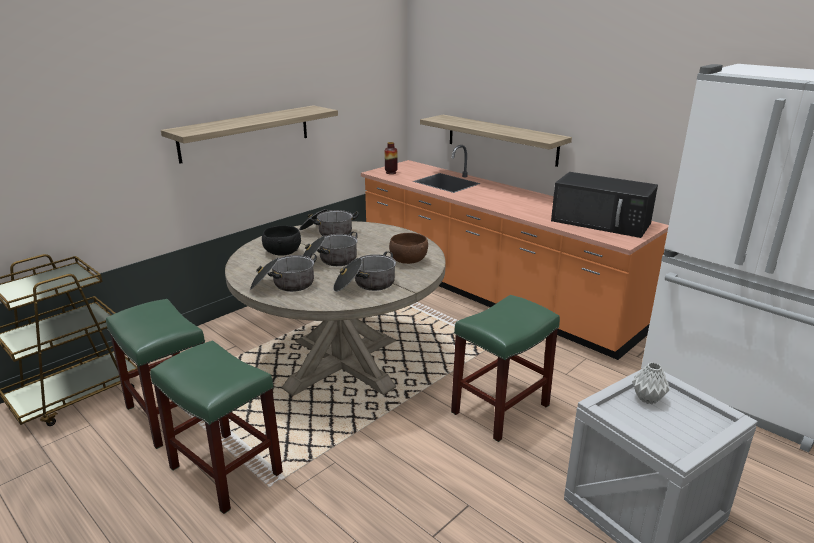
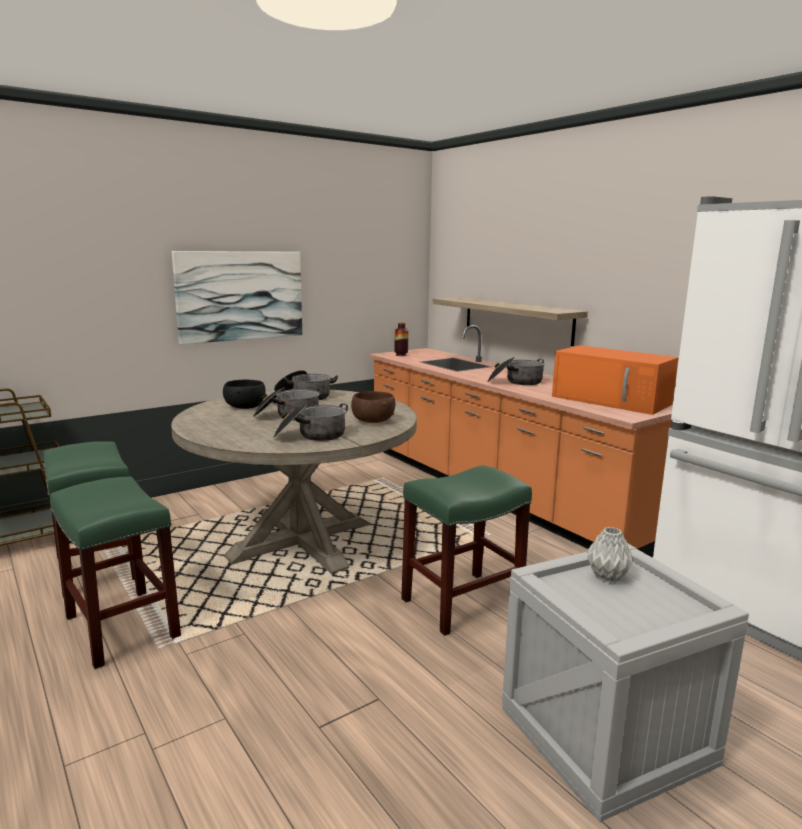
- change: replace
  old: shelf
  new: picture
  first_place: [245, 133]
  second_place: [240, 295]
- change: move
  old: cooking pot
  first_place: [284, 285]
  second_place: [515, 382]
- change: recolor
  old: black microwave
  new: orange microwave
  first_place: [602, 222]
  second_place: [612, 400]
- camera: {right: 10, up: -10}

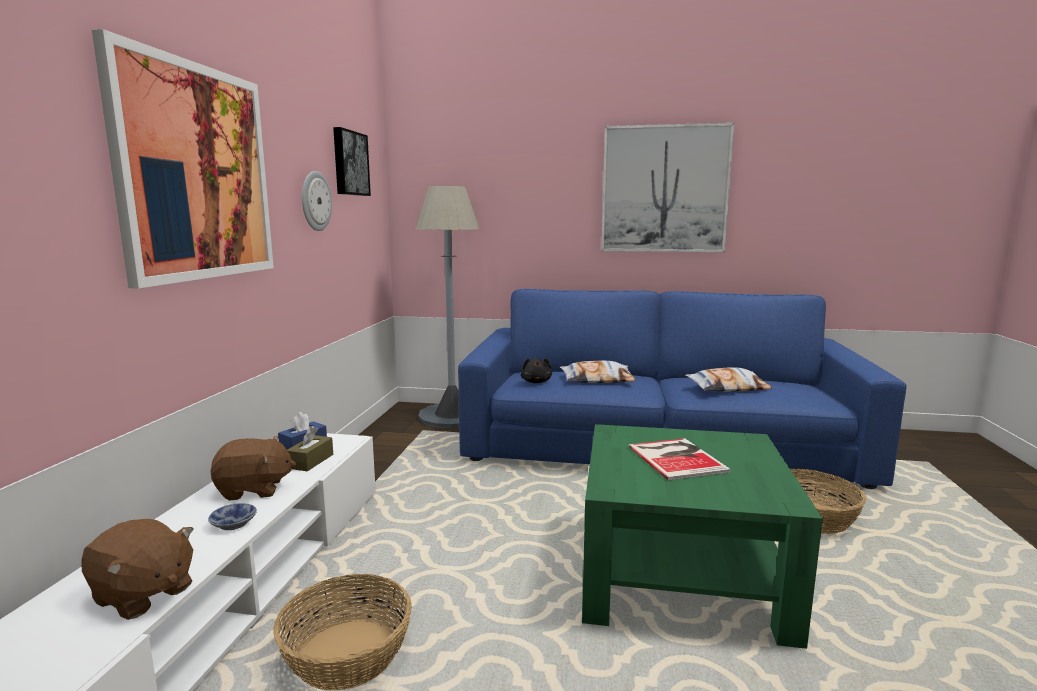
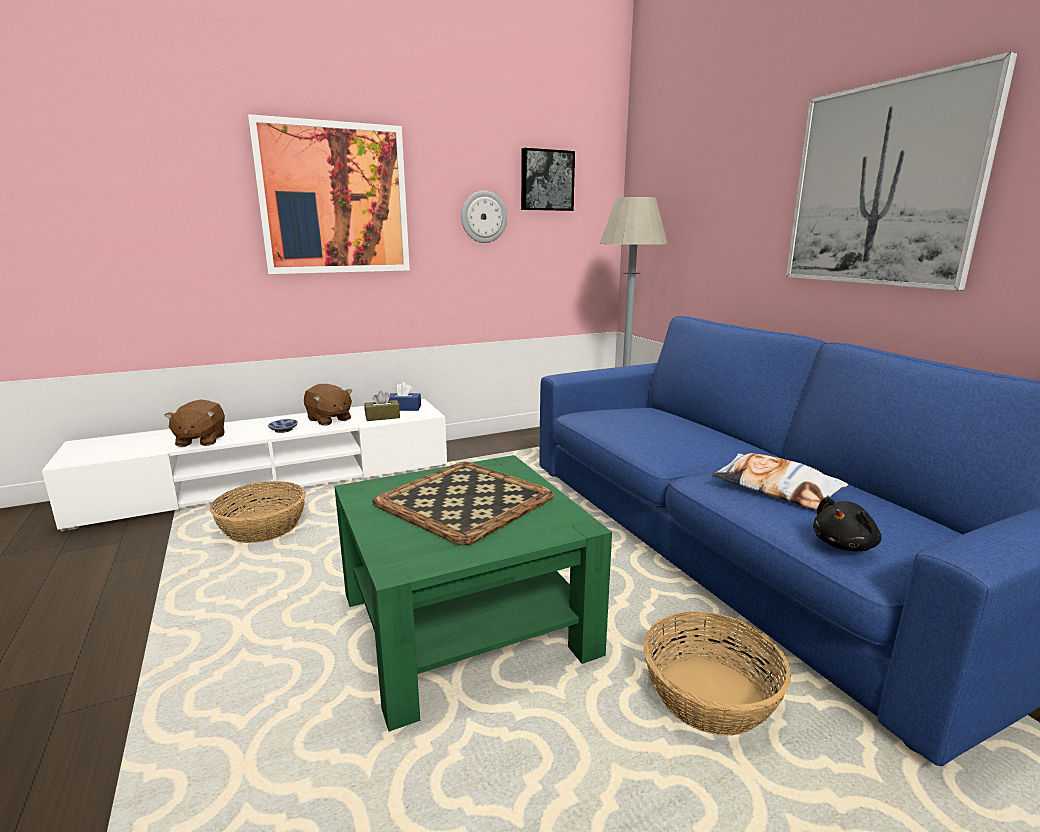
- change: replace
  old: book
  new: tray
  first_place: [677, 458]
  second_place: [466, 500]
- change: move
  old: black plush toy
  first_place: [536, 382]
  second_place: [844, 545]
- change: delete
  old: pillow
  first_place: [597, 379]
- camera: {right: 55, up: 5}

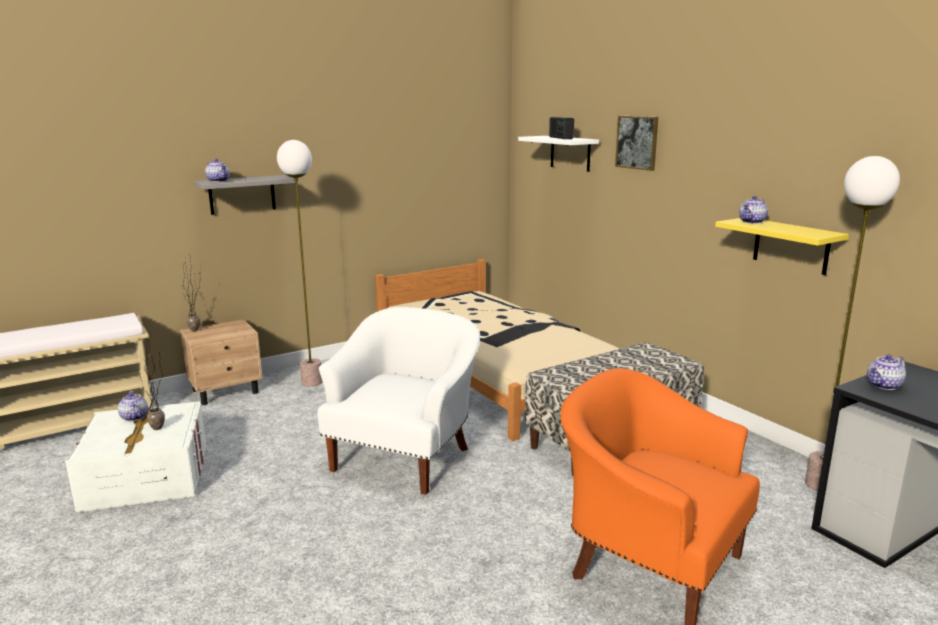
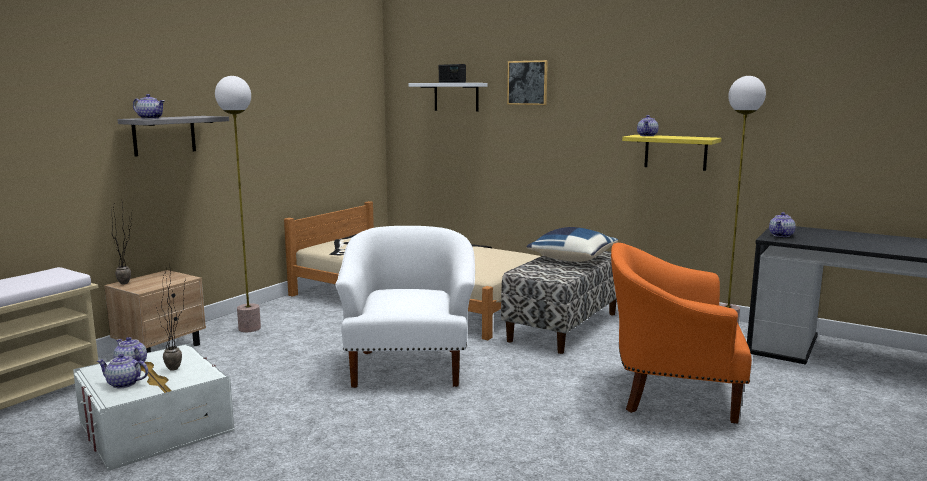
- change: insert
  new: teapot
  second_place: [123, 384]
- change: insert
  new: blue pillow
  second_place: [571, 259]
- camera: {right: -25, up: -5}

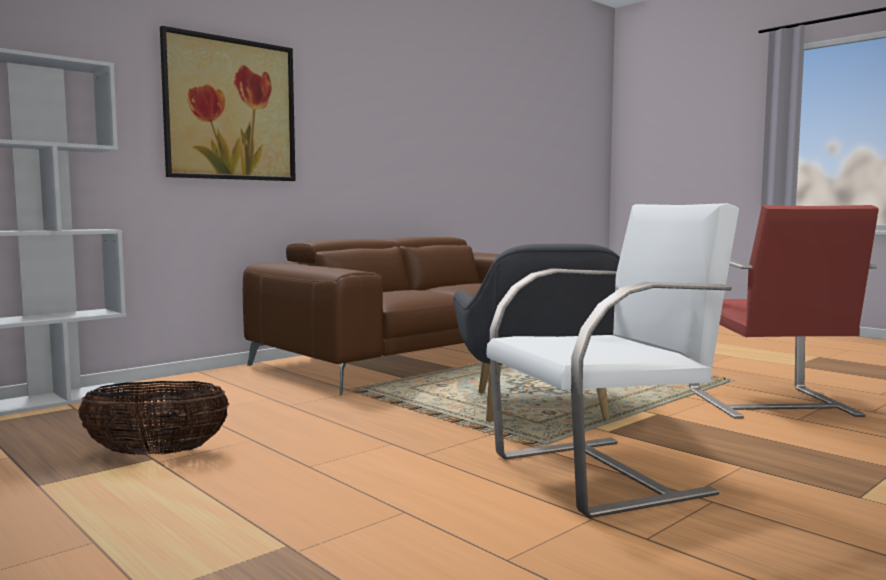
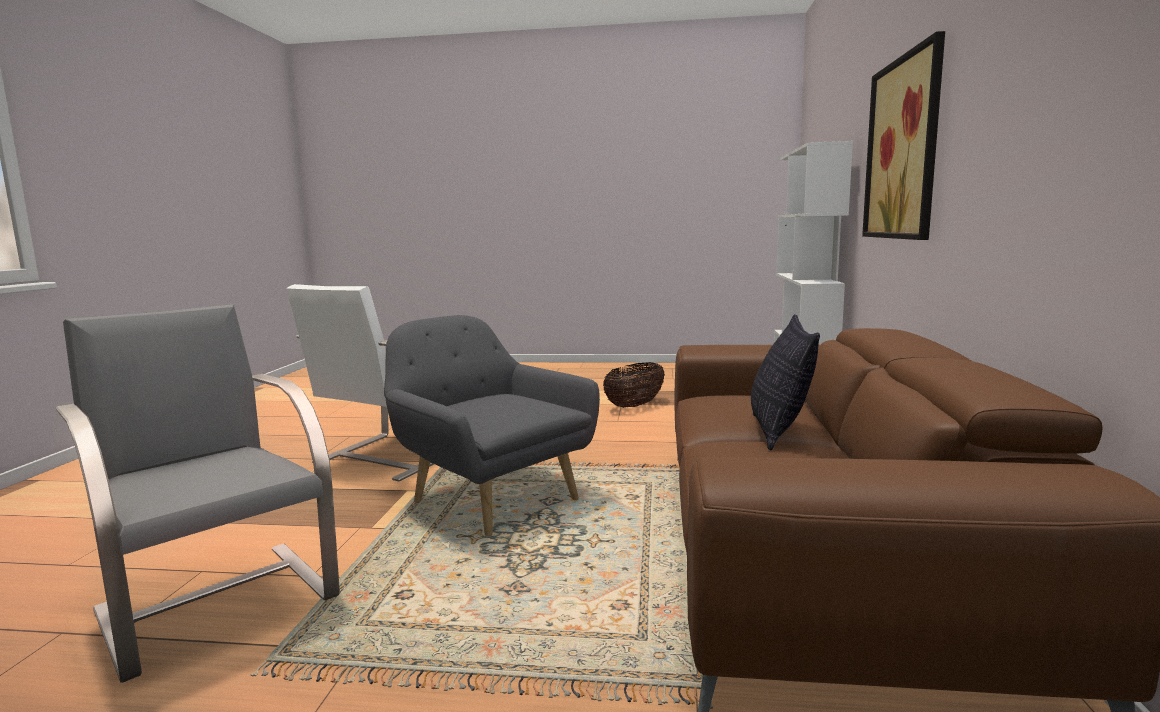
- change: recolor
  old: red armchair
  new: grey armchair
  first_place: [772, 403]
  second_place: [217, 602]
- change: insert
  new: pillow
  second_place: [779, 432]
- camera: {right: 140, up: 5}

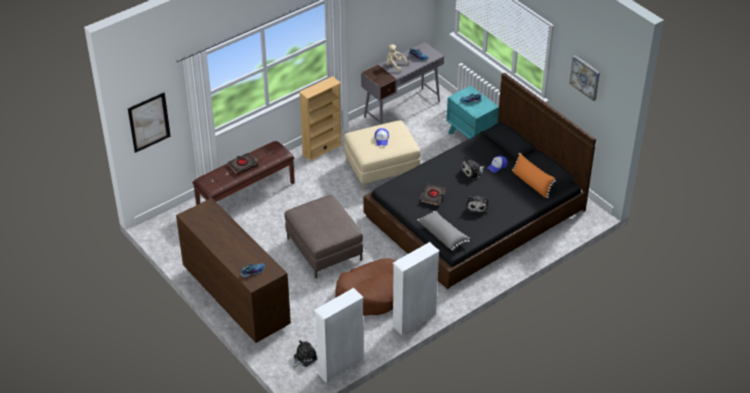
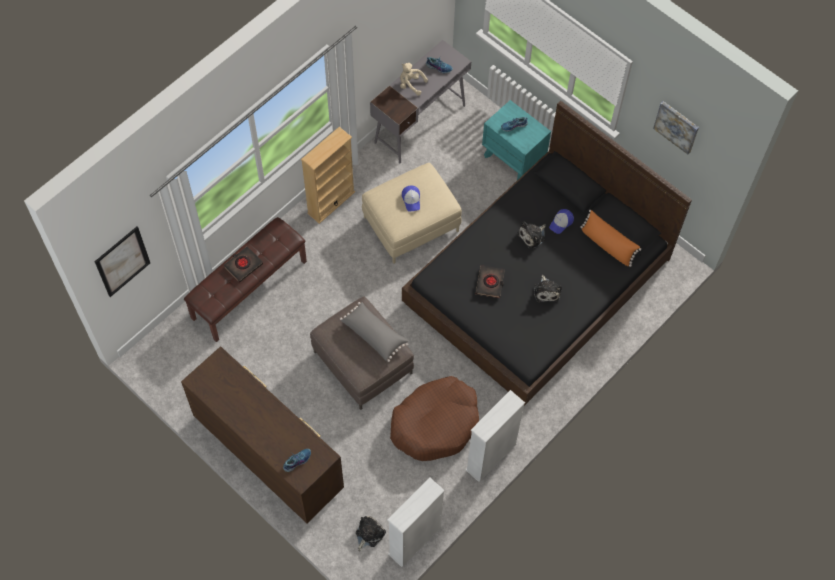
- change: move
  old: grey pillow
  first_place: [443, 234]
  second_place: [374, 334]
- camera: {right: -10, up: 20}

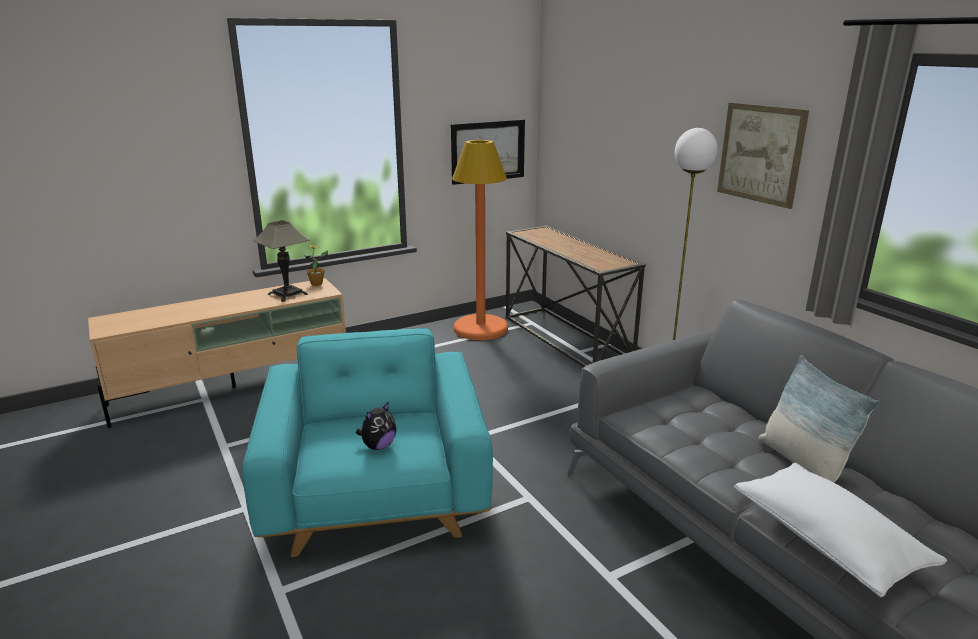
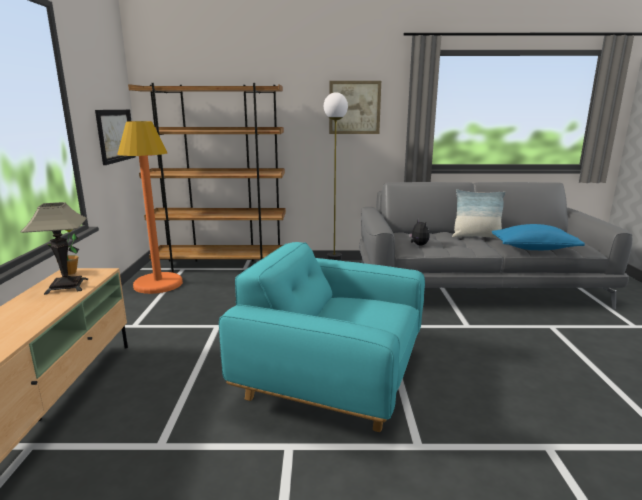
- change: replace
  old: console table
  new: brown bookcase
  first_place: [567, 337]
  second_place: [221, 266]
- change: move
  old: plush toy
  first_place: [378, 446]
  second_place: [418, 245]
- change: recolor
  old: white pillow
  new: blue pillow
  first_place: [827, 542]
  second_place: [534, 248]
- camera: {right: -60, up: -5}

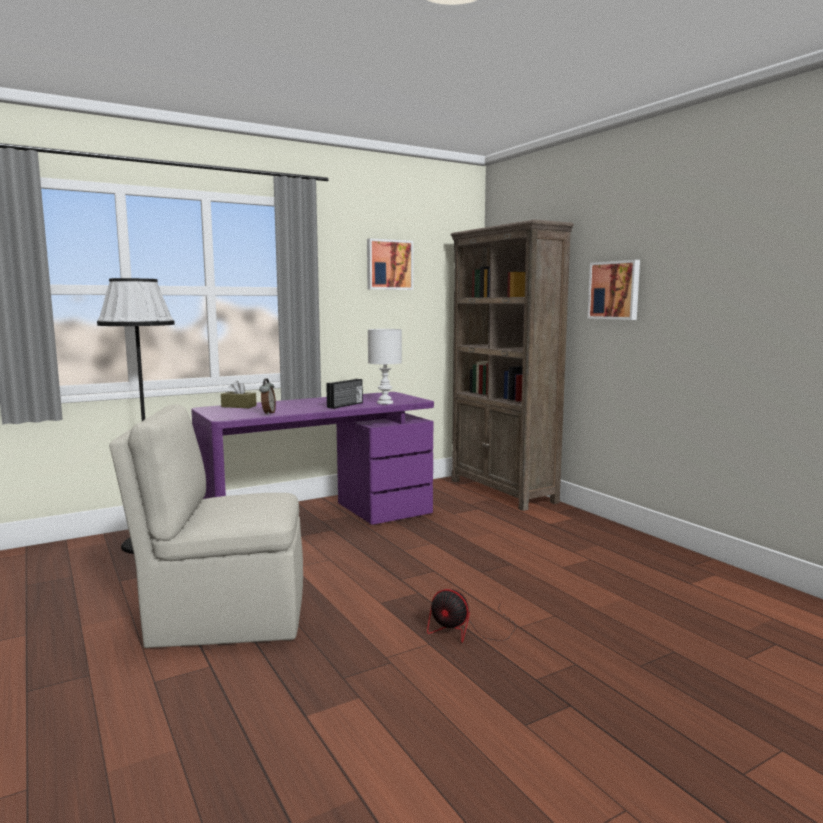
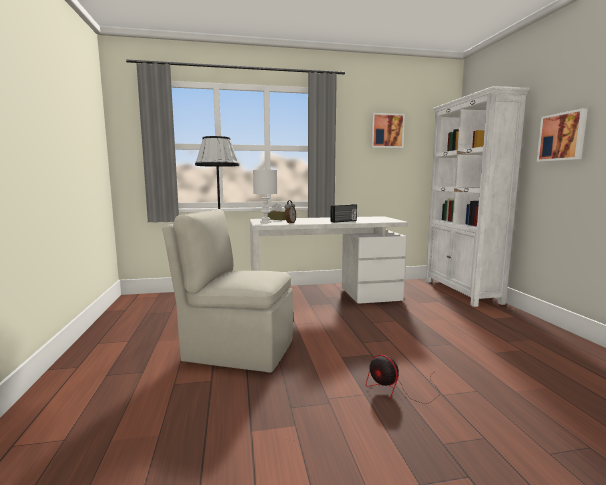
- change: recolor
  old: purple desk
  new: white desk
  first_place: [319, 521]
  second_place: [325, 297]
- change: move
  old: white table lamp
  first_place: [385, 403]
  second_place: [266, 222]
- change: recolor
  old: brown bookcase
  new: white bookcase
  first_place: [502, 491]
  second_place: [461, 292]
- camera: {right: 20, up: 0}

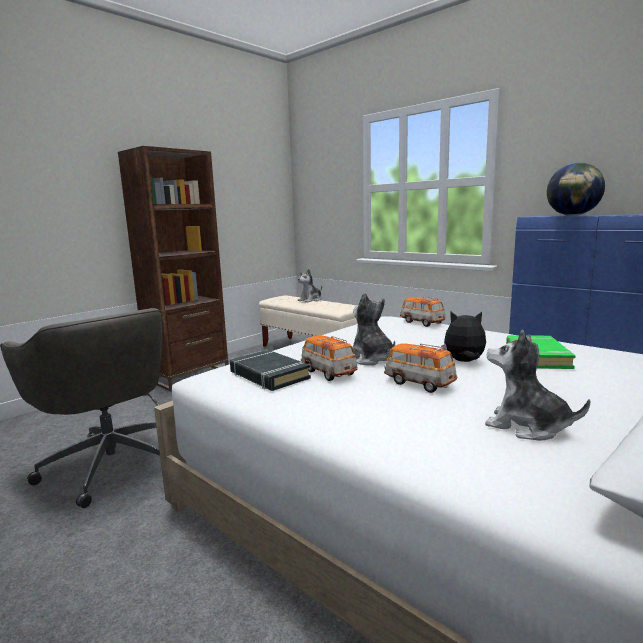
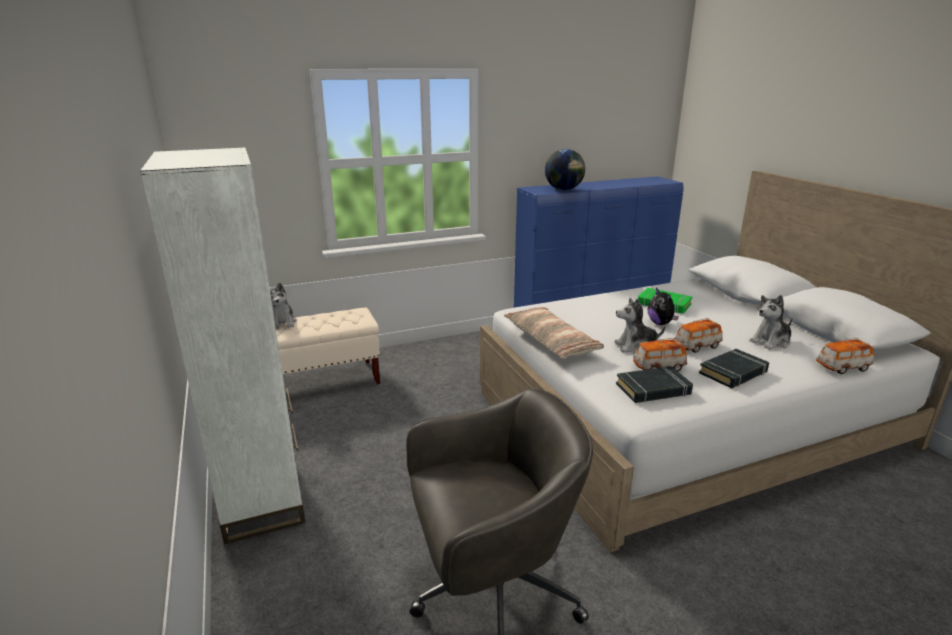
- change: recolor
  old: brown bookcase
  new: white bookcase
  first_place: [188, 376]
  second_place: [262, 498]
- change: insert
  new: pillow
  second_place: [551, 342]
- change: rotate
  old: plush toy
  first_place: [464, 362]
  second_place: [660, 323]
  degrees: -60
- change: insert
  new: black book
  second_place: [733, 373]
- change: move
  old: toy car
  first_place: [422, 322]
  second_place: [842, 368]
- camera: {right: -65, up: 10}

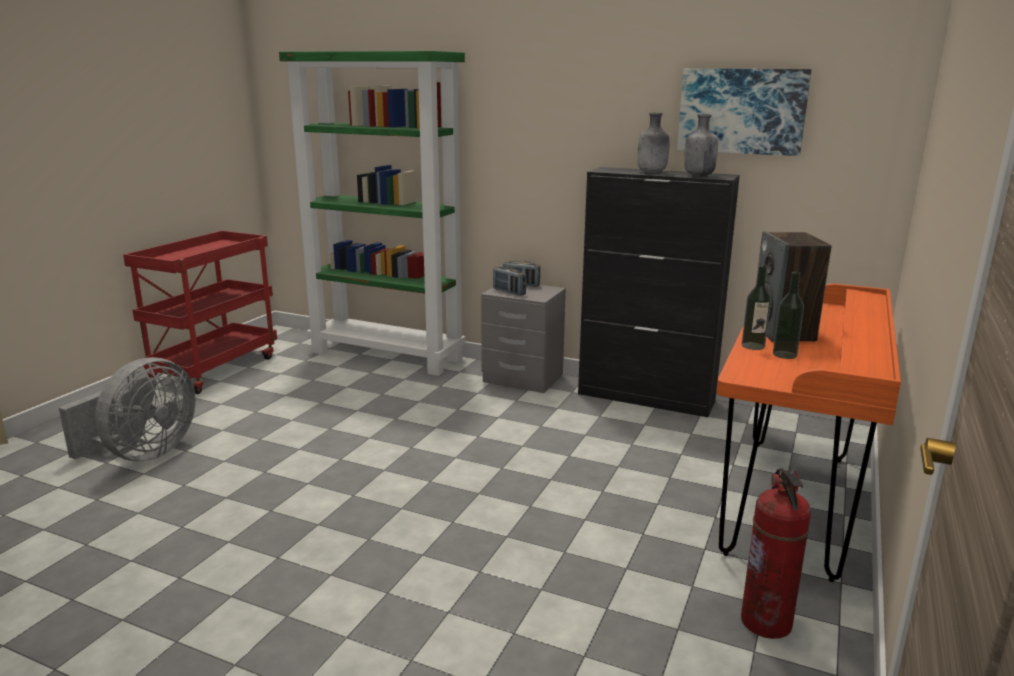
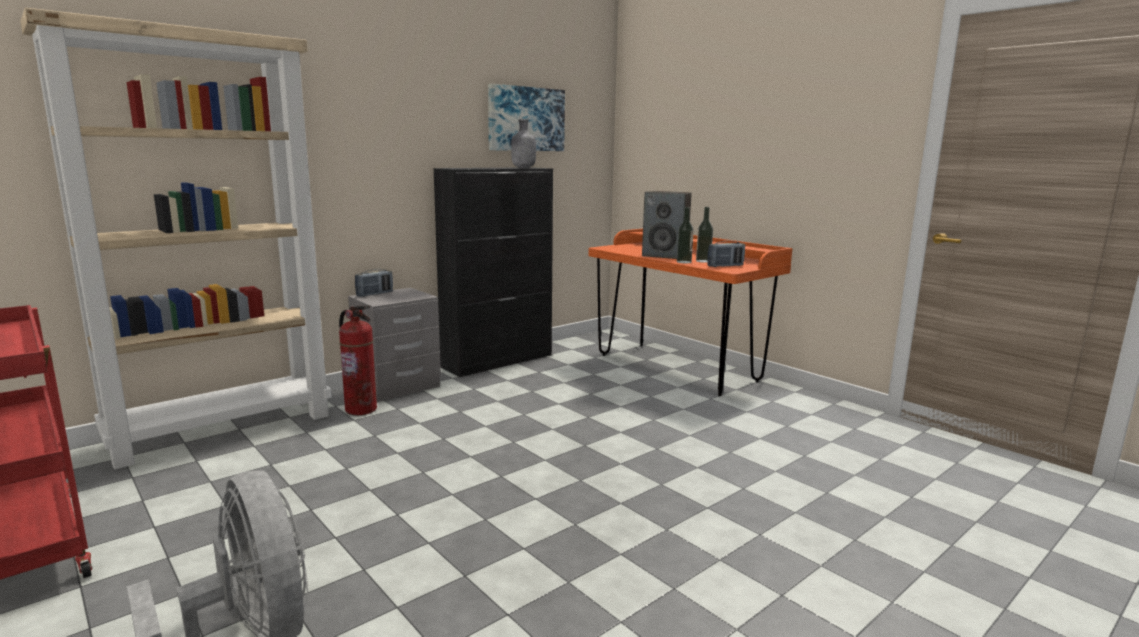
- change: recolor
  old: green bookcase
  new: beige bookcase
  first_place: [388, 355]
  second_place: [224, 429]
- change: move
  old: fire extinguisher
  first_place: [766, 622]
  second_place: [361, 409]
- change: move
  old: radio
  first_place: [509, 292]
  second_place: [725, 266]
- change: delete
  old: grey bottle
  first_place: [651, 172]
- camera: {right: -65, up: -5}

